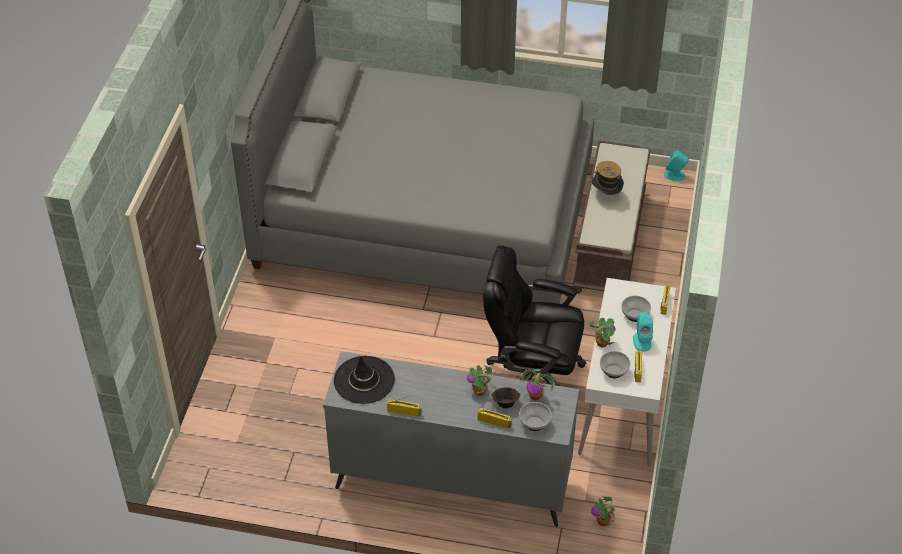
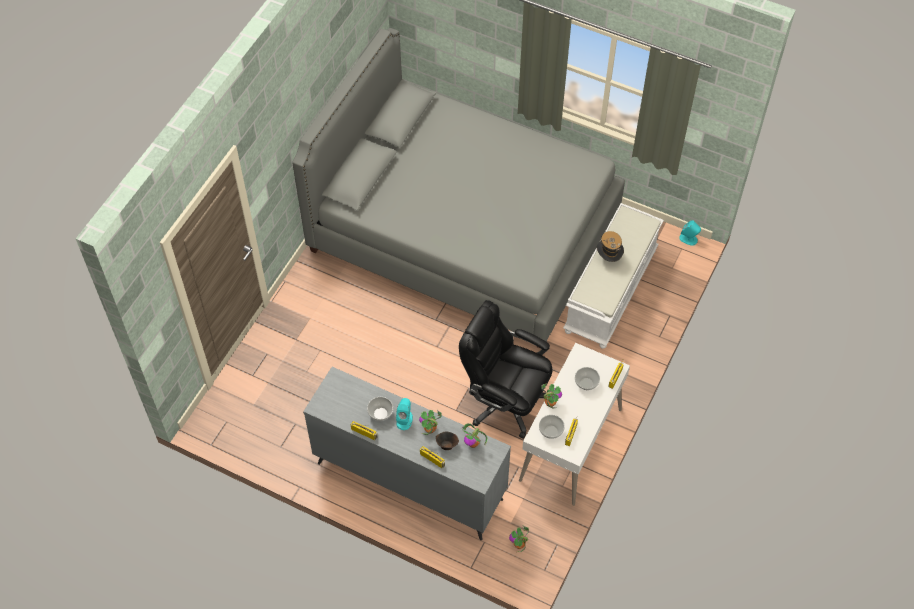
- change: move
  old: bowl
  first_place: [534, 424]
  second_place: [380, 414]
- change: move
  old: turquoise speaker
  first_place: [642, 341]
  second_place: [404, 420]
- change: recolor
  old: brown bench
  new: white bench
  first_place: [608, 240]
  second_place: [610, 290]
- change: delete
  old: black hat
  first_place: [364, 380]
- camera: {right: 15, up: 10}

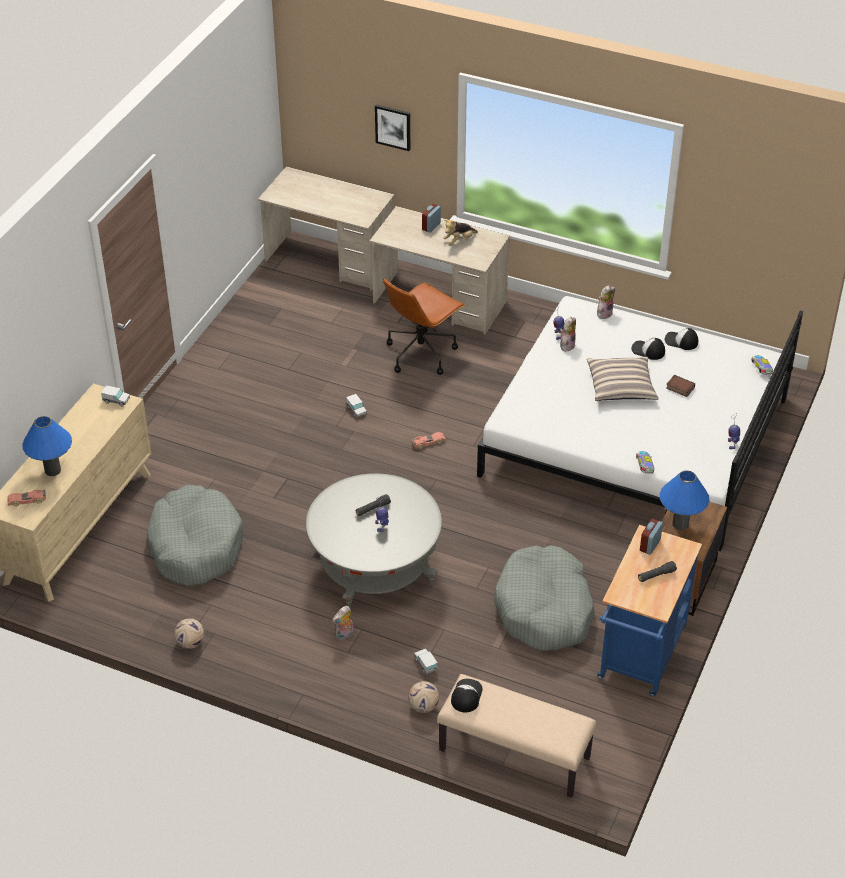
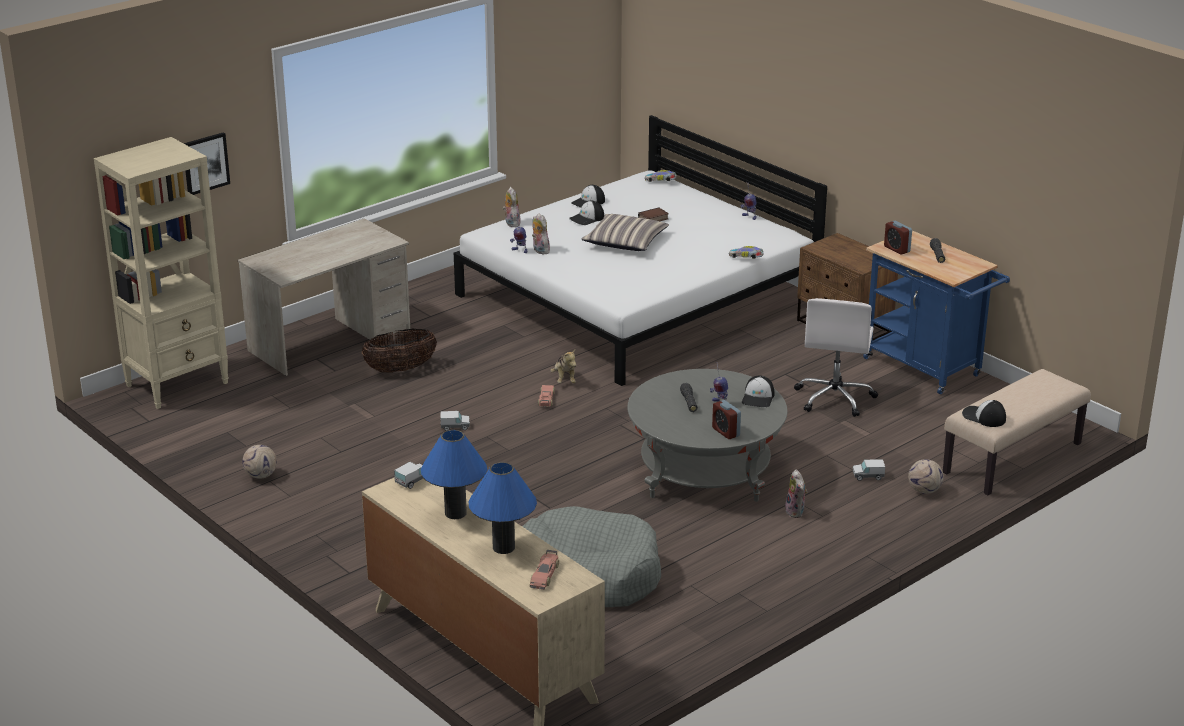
- change: replace
  old: beige desk
  new: beige bookcase
  first_place: [329, 261]
  second_place: [178, 384]
- change: move
  old: football
  first_place: [190, 643]
  second_place: [261, 476]
- change: replace
  old: brown office chair
  new: basket
  first_place: [421, 353]
  second_place: [400, 369]
- change: move
  old: blue table lamp
  first_place: [680, 524]
  second_place: [455, 513]
- change: move
  old: plush toy
  first_place: [459, 241]
  second_place: [564, 379]
- change: move
  old: alarm clock
  first_place: [431, 226]
  second_place: [726, 432]
- change: insert
  new: cap
  second_place: [758, 398]
- change: replace
  old: grey dog bed
  new: white office chair
  first_place: [544, 609]
  second_place: [835, 398]
- camera: {right: -65, up: -15}

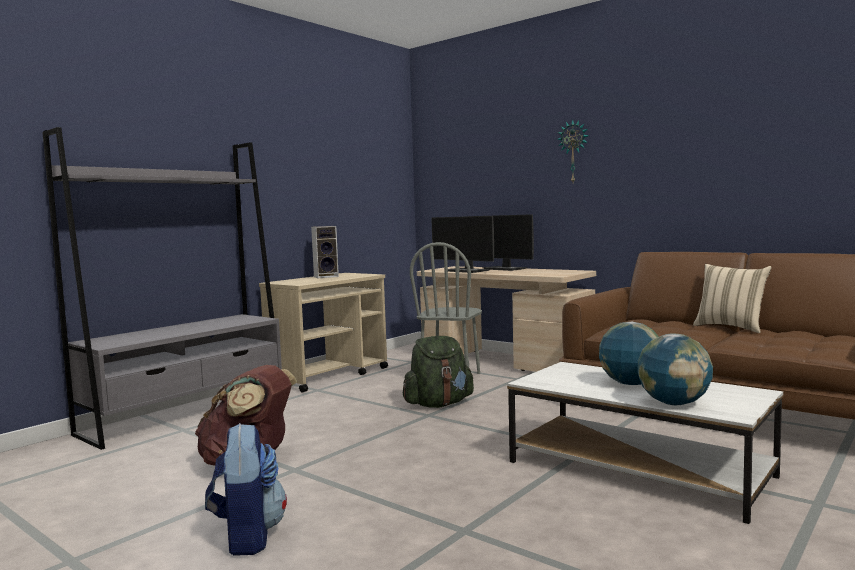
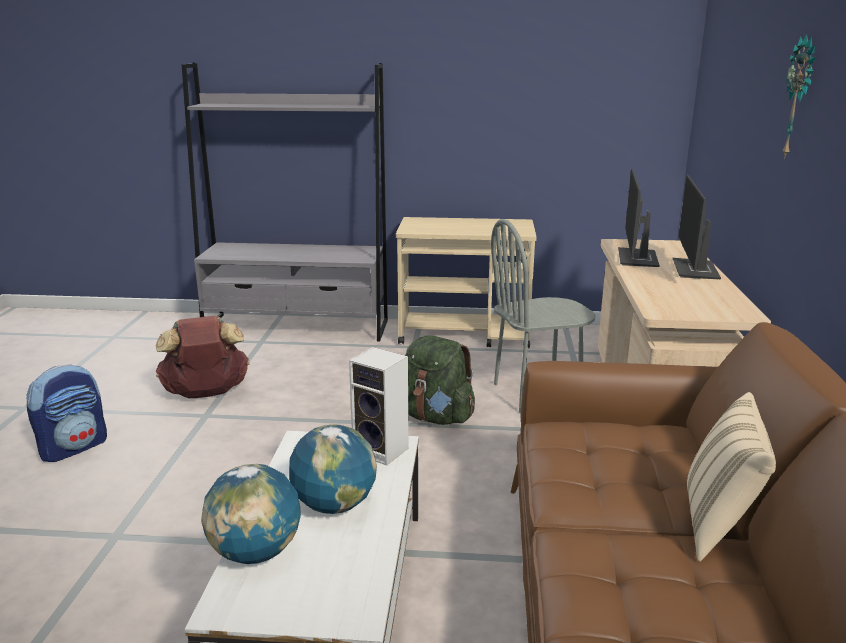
- change: move
  old: speaker
  first_place: [327, 276]
  second_place: [383, 450]
- camera: {right: 55, up: 15}

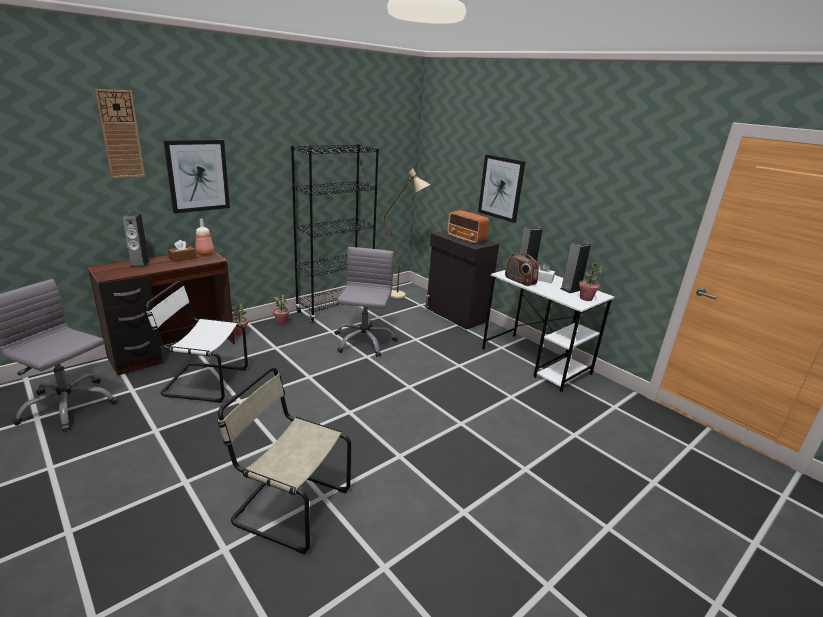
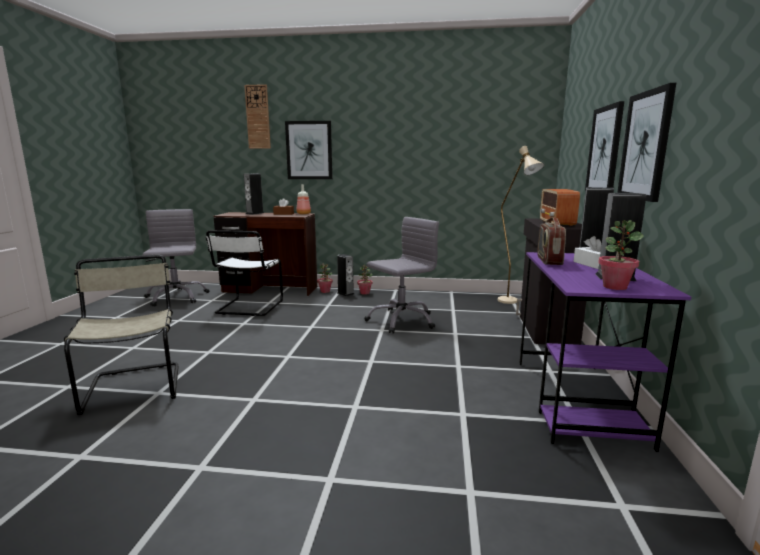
- change: rotate
  old: white chair
  first_place: [202, 382]
  second_place: [248, 308]
  degrees: -135
- change: insert
  new: speaker
  second_place: [345, 293]
- change: recolor
  old: white desk
  new: purple desk
  first_place: [536, 361]
  second_place: [577, 400]
- change: insert
  new: picture
  second_place: [645, 146]
- change: delete
  old: black bookcase
  first_place: [335, 309]
- camera: {right: 50, up: -10}

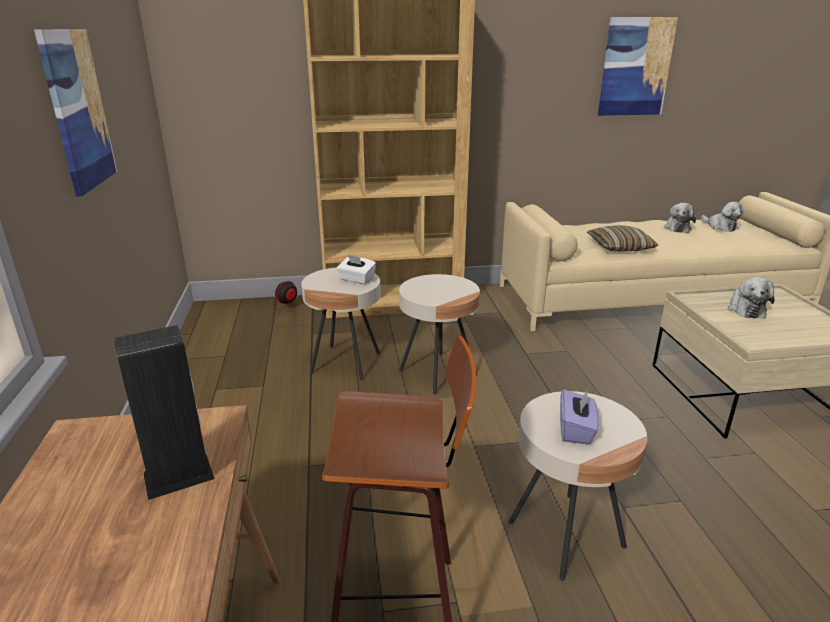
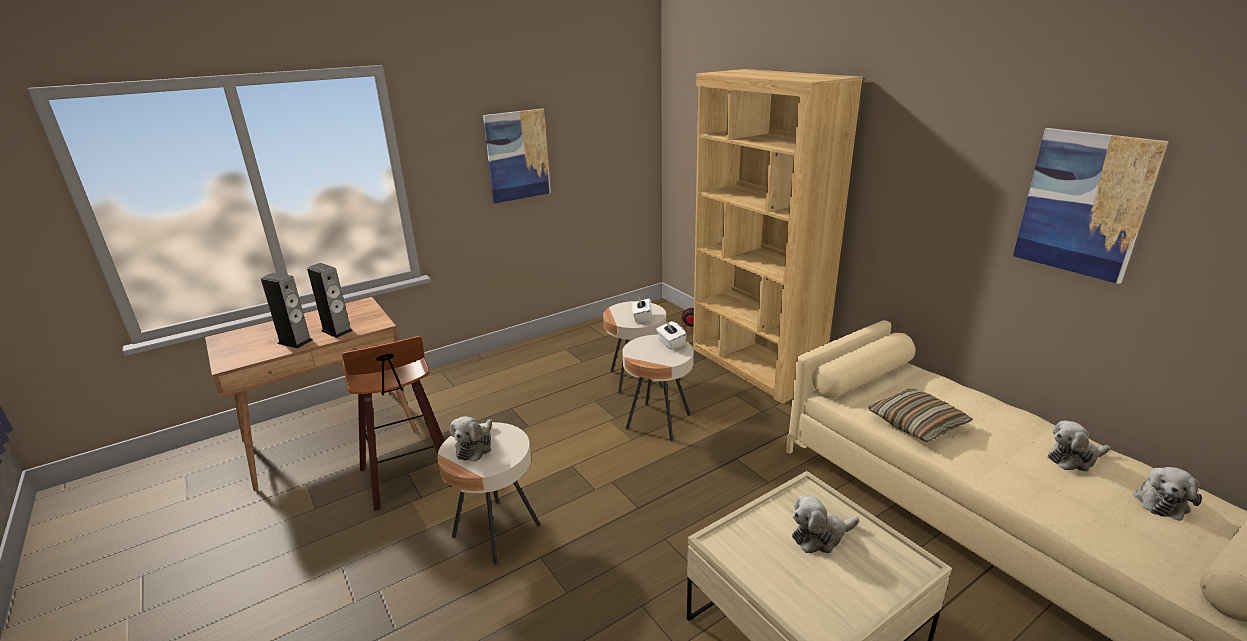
- change: insert
  new: speaker
  second_place: [295, 342]
- change: replace
  old: purple tissue box
  new: plush toy
  first_place: [576, 430]
  second_place: [475, 446]
- change: insert
  new: white tissue box
  second_place: [670, 343]
- camera: {right: 65, up: 0}

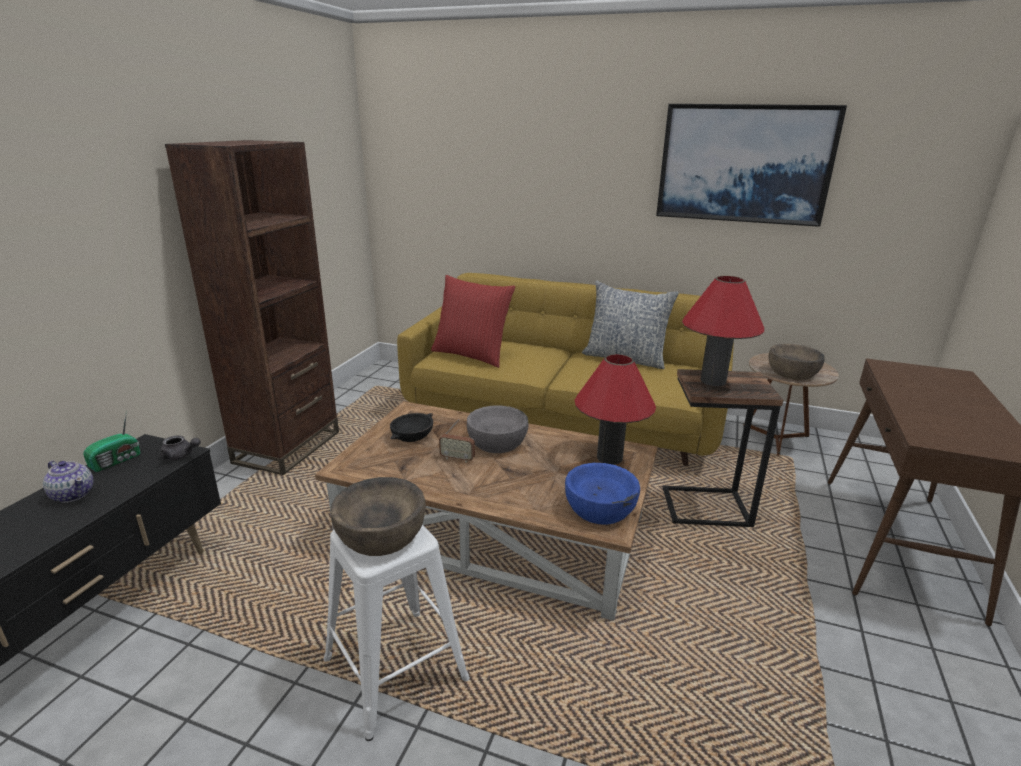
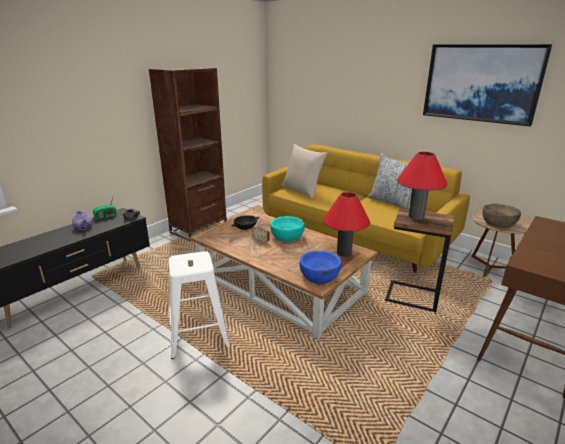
- change: recolor
  old: grey bowl
  new: turquoise bowl
  first_place: [497, 442]
  second_place: [287, 236]
- change: recolor
  old: red pillow
  new: beige pillow
  first_place: [472, 355]
  second_place: [302, 191]
- change: delete
  old: brown bowl
  first_place: [380, 534]
- camera: {right: 20, up: 0}

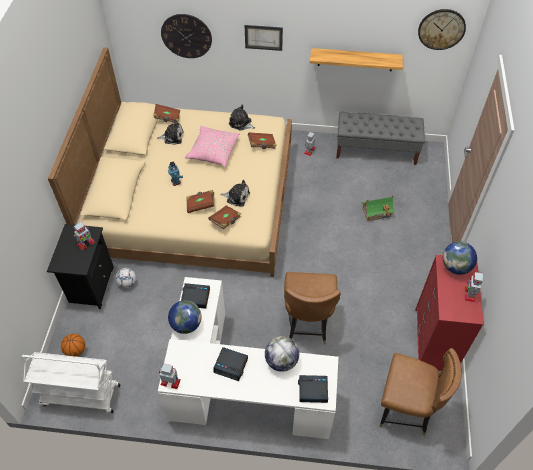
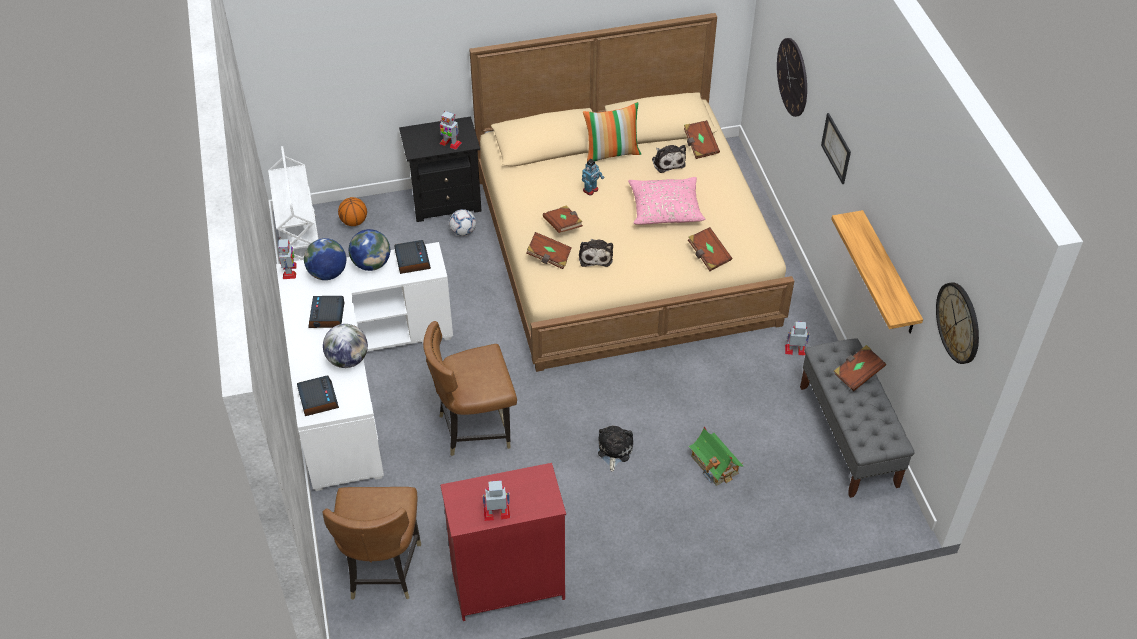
- change: move
  old: globe
  first_place: [455, 267]
  second_place: [327, 273]
- change: insert
  new: pillow
  second_place: [612, 153]
- change: move
  old: plush toy
  first_place: [241, 123]
  second_place: [614, 450]
- change: insert
  new: brown book
  second_place: [857, 373]
- camera: {right: 70, up: -5}

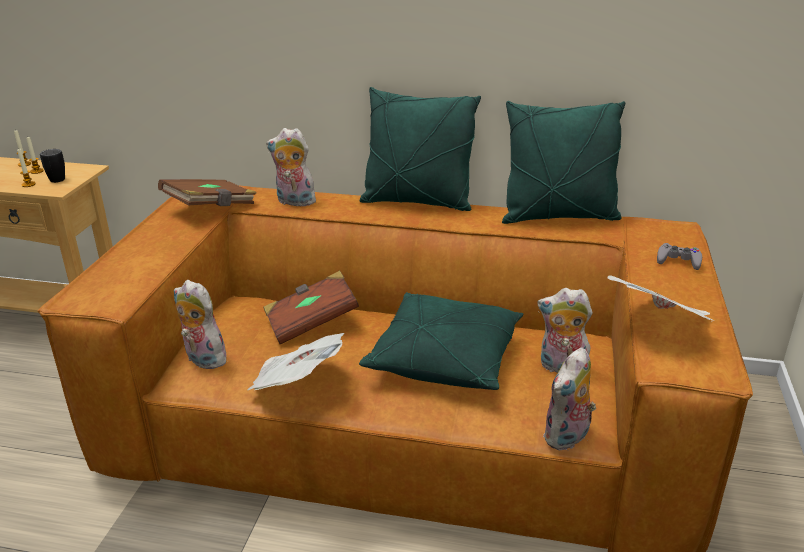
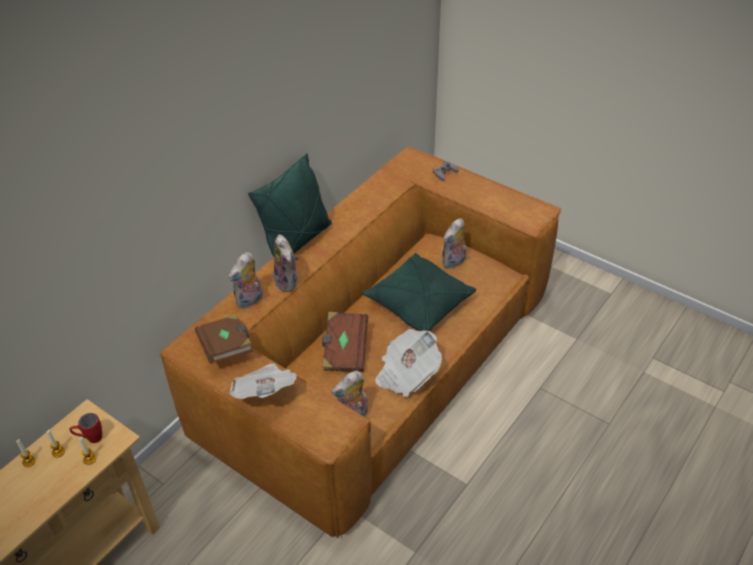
- change: recolor
  old: black mug
  new: red mug
  first_place: [55, 178]
  second_place: [90, 438]
- change: move
  old: newspaper
  first_place: [660, 324]
  second_place: [265, 392]
- change: move
  old: plush toy
  first_place: [567, 438]
  second_place: [288, 282]
- change: delete
  old: green pillow
  first_place: [558, 216]
- camera: {right: -65, up: 15}

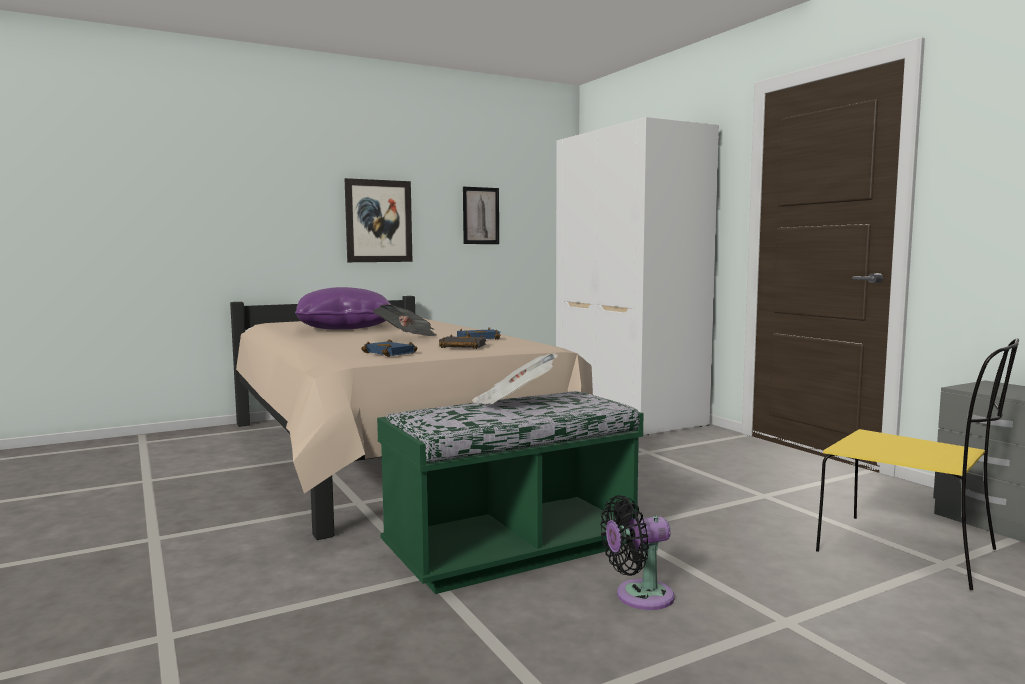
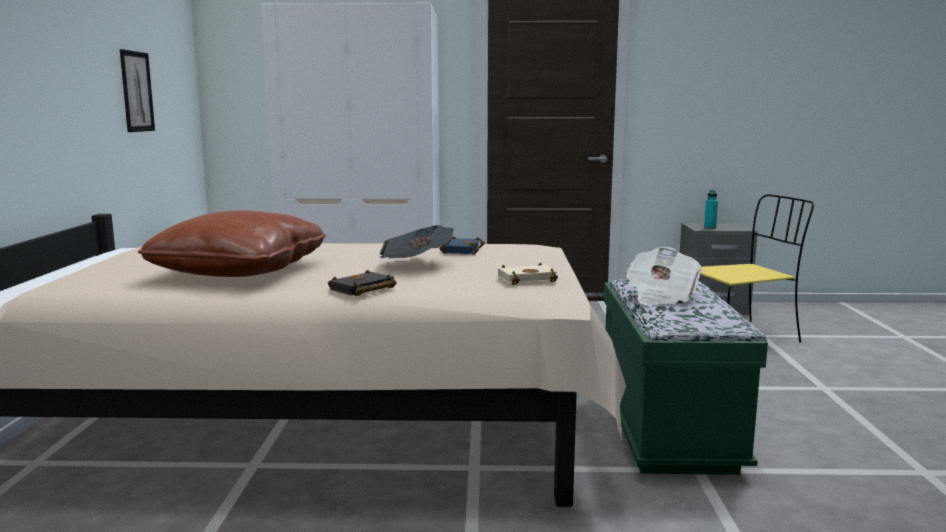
- change: recolor
  old: purple pillow
  new: brown pillow
  first_place: [344, 328]
  second_place: [240, 271]
- change: move
  old: black book
  first_place: [461, 346]
  second_place: [362, 289]
- change: recolor
  old: blue book
  new: beige book
  first_place: [392, 353]
  second_place: [527, 279]
- change: insert
  new: turquoise bottle
  second_place: [710, 228]
- change: delete
  old: picture
  first_place: [378, 221]
- change: delete
  old: black fan
  first_place: [638, 596]
- camera: {right: -60, up: 5}

